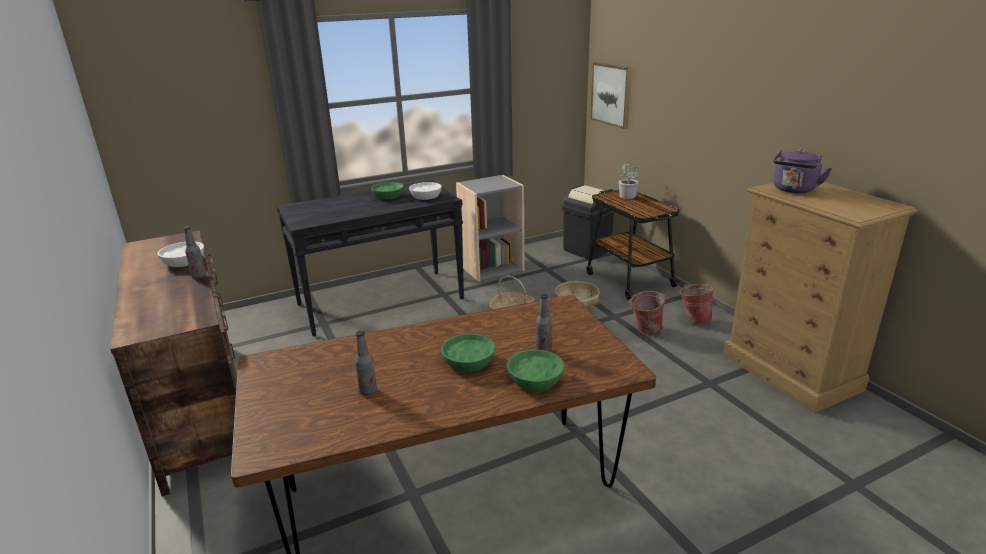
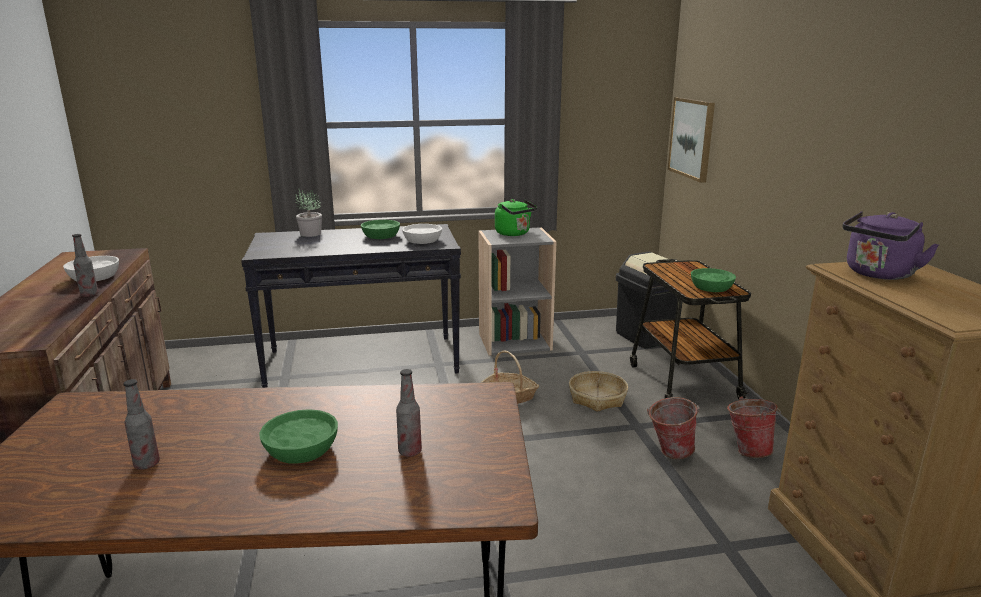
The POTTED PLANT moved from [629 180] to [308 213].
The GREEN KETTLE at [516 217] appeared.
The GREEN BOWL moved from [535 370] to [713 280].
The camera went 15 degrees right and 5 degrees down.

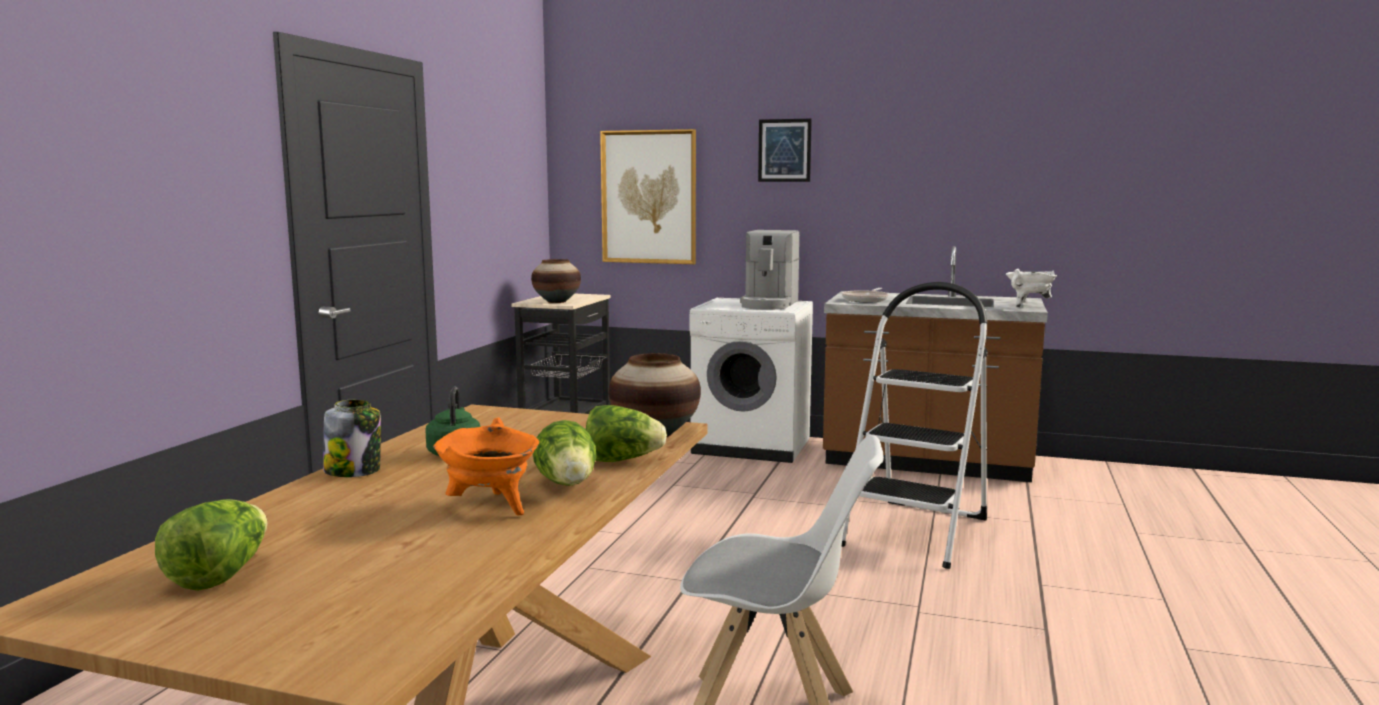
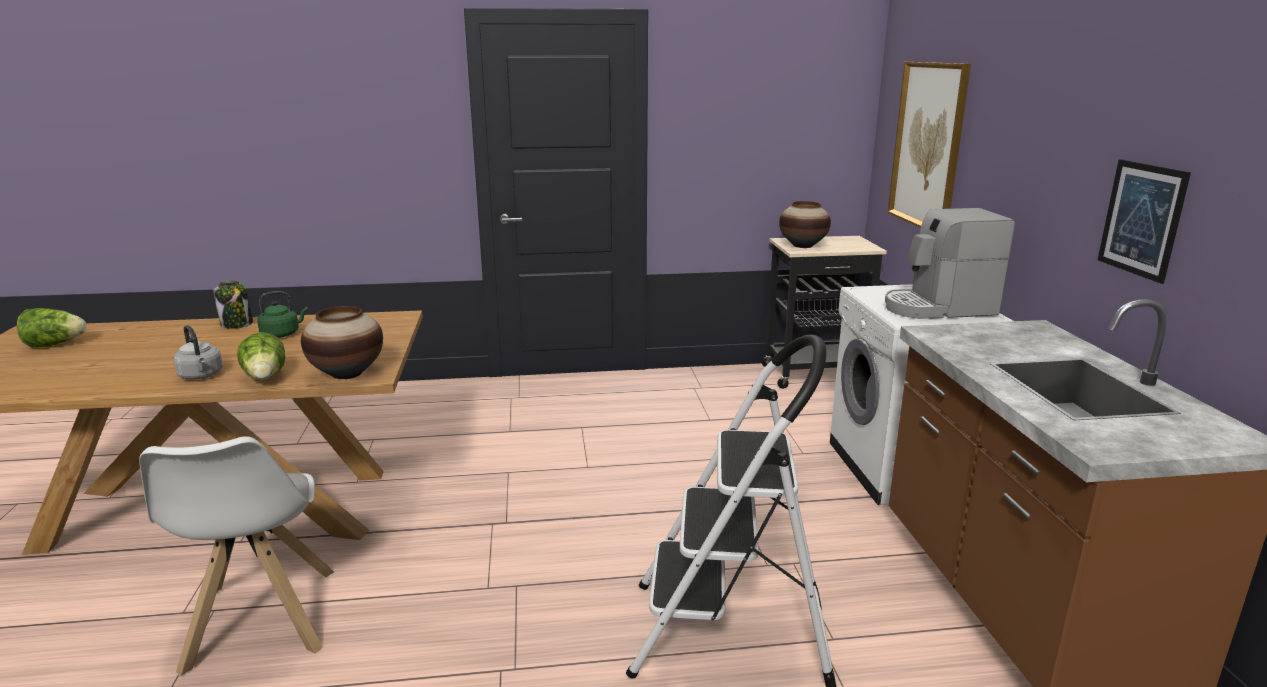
The LETTUCE at [565 453] was replaced by the GREY KETTLE at [198 352].
The PICTURE moved from [785 150] to [1144 221].
The ORANGE COOKING POT at [486 466] disappeared.
The FRYING PAN at [865 295] disappeared.
The WHITE COOKING POT at [1031 288] disappeared.
The camera went 65 degrees right and 10 degrees up.

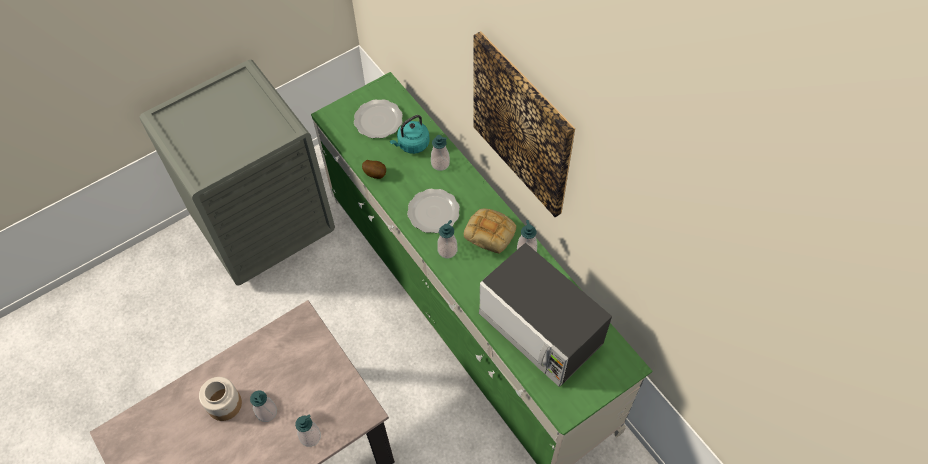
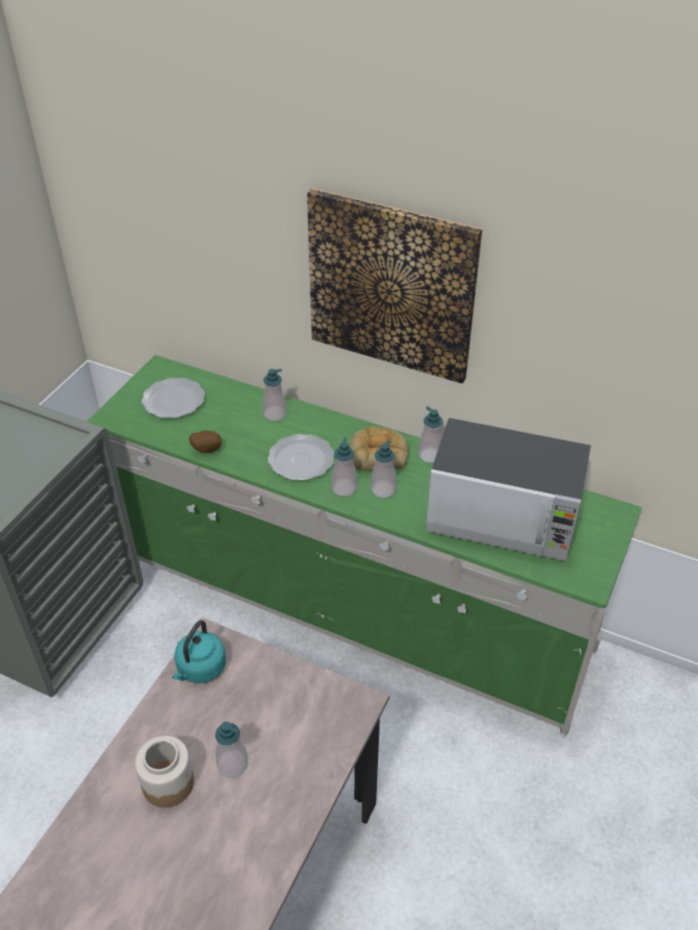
The TURQUOISE KETTLE moved from [410 134] to [199 651].
The SOAP DISPENSER moved from [308 430] to [384 468].
The camera went 30 degrees left and 15 degrees down.

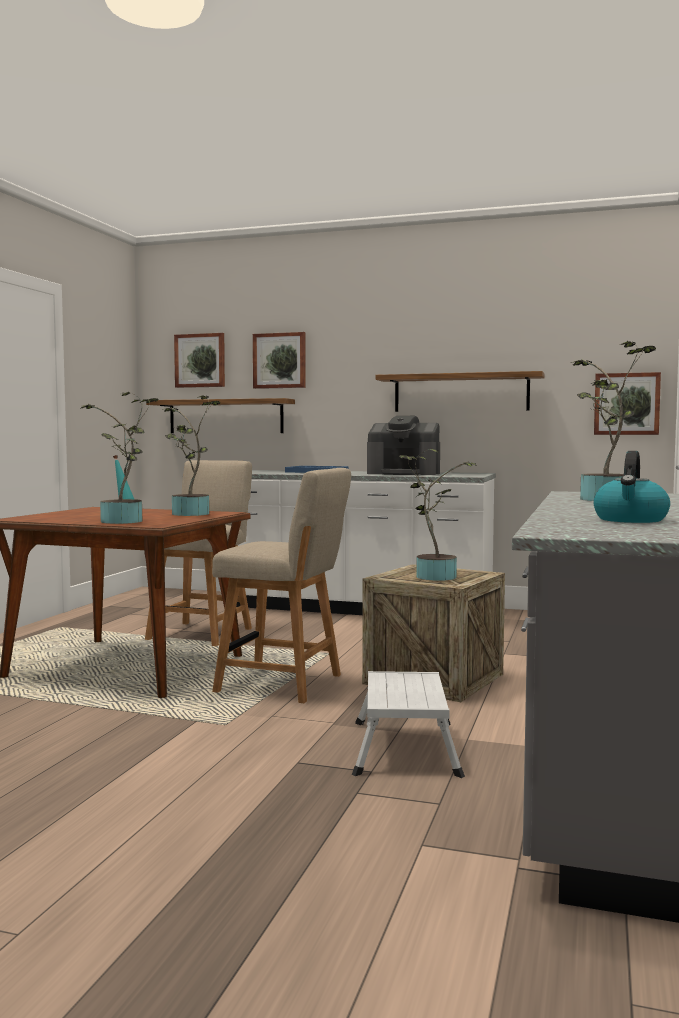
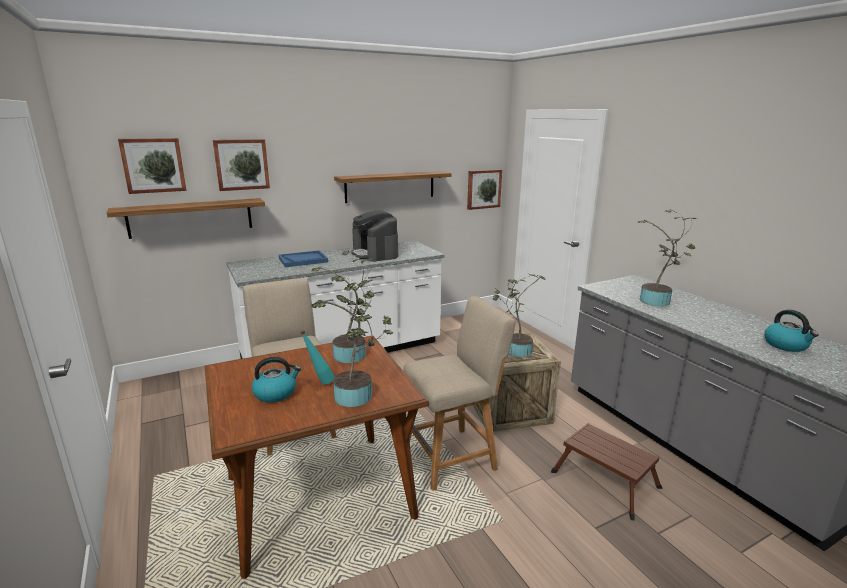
The KETTLE at [276 379] appeared.
The COFFEE MACHINE at [403 445] turned 90 degrees clockwise.
The WHITE STEP LADDER at [408 724] became the BROWN STEP LADDER at [607 471].
The camera went 45 degrees left and 15 degrees up.

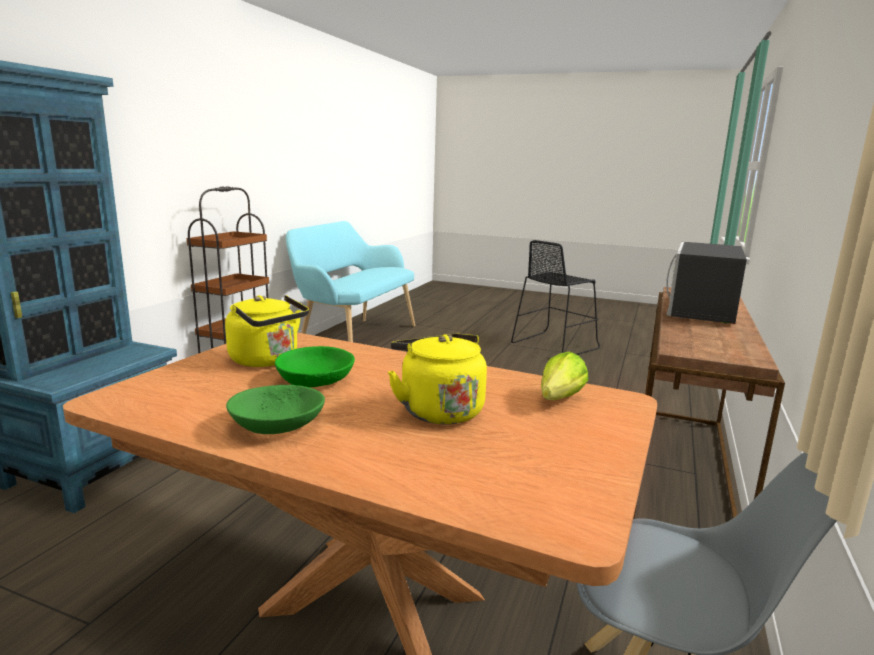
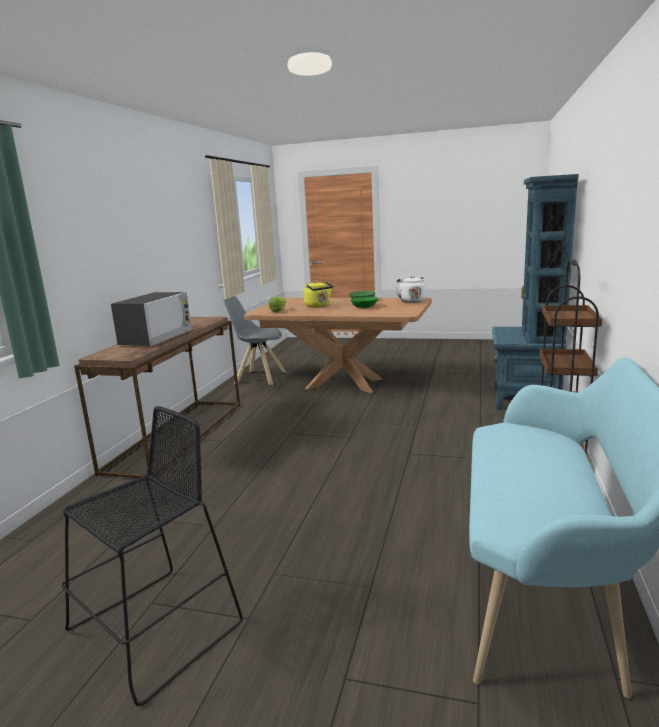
The WHITE KETTLE at [410 289] appeared.
The YELLOW KETTLE at [267 331] disappeared.
The camera went 175 degrees right and 0 degrees up.

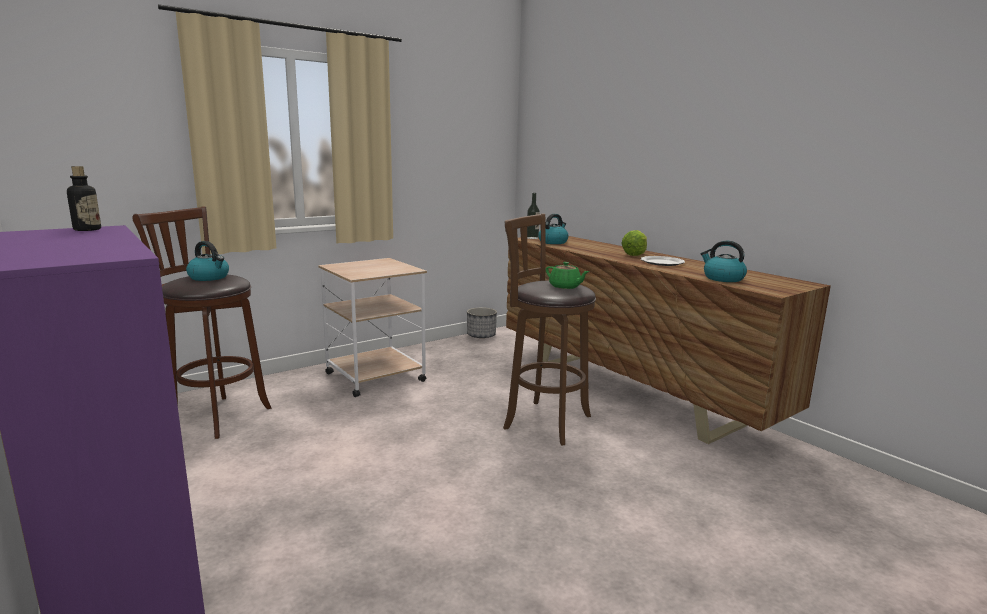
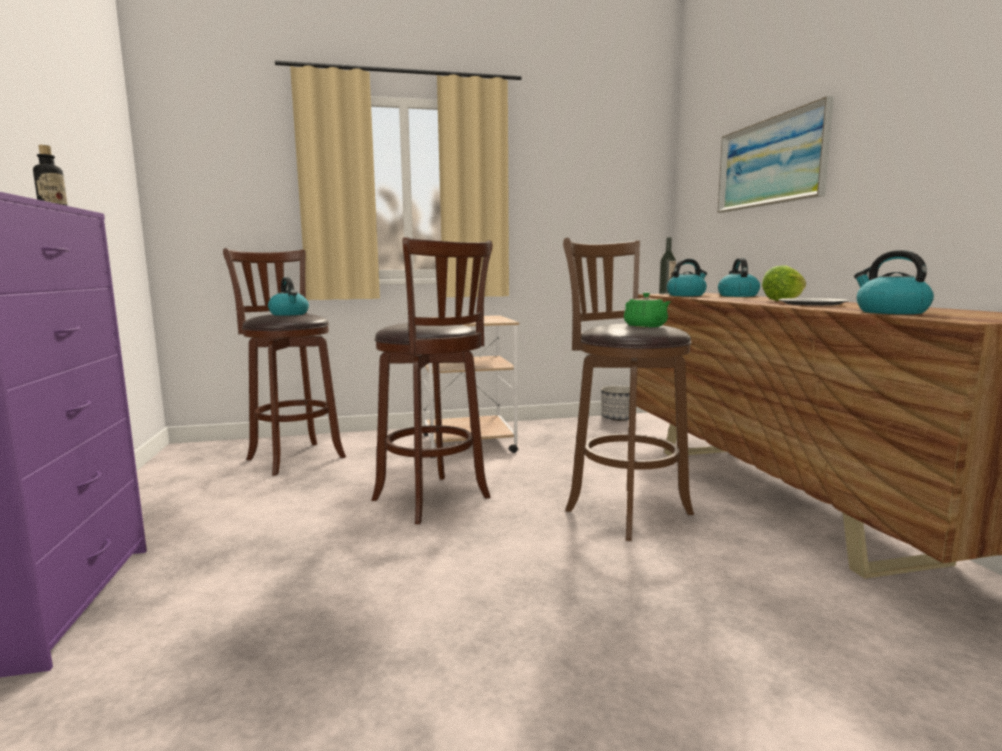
The BROWN STOOL at [432 380] appeared.
The PICTURE at [776 154] appeared.
The KETTLE at [739 277] appeared.
The camera went 25 degrees right and 5 degrees down.

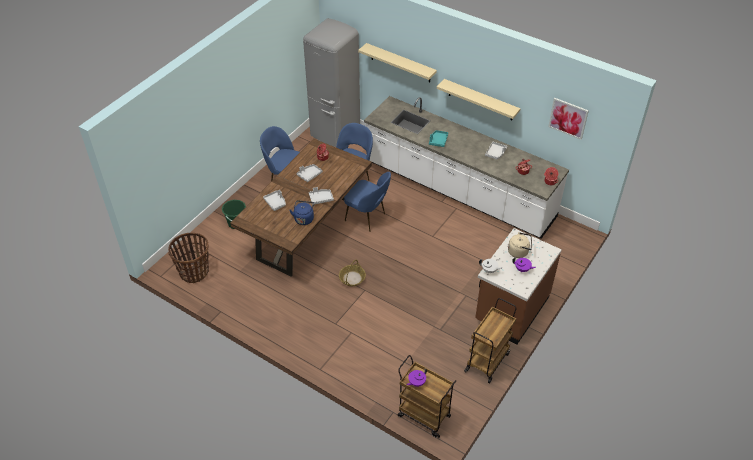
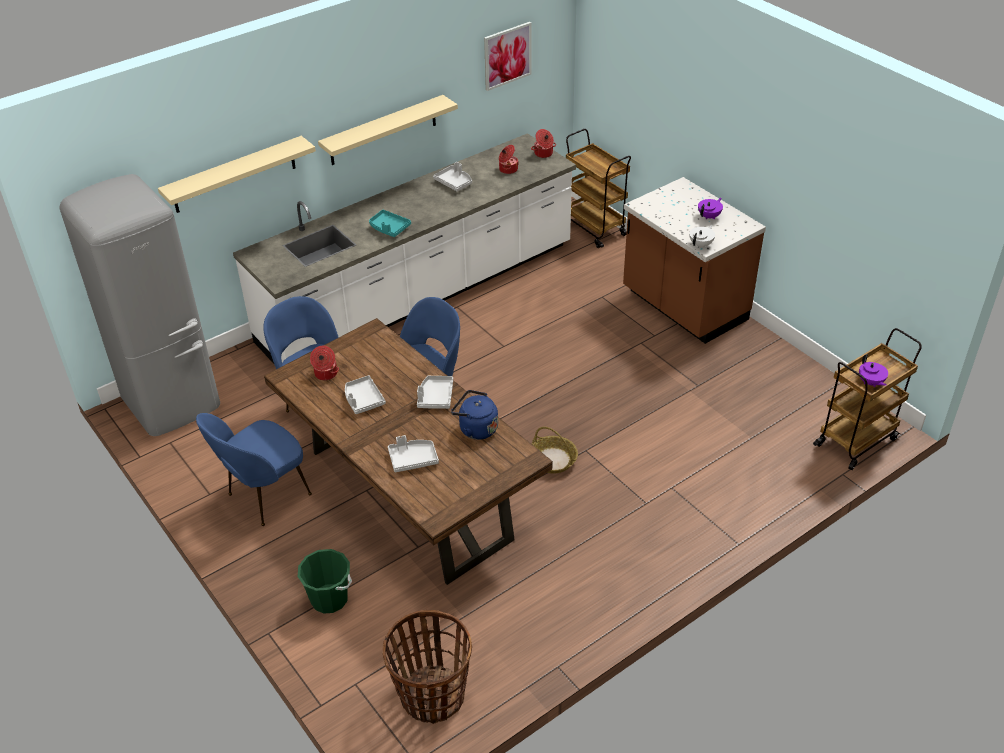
The BROWN CART moved from [490 340] to [598 188].
The BEIGE KETTLE at [520 245] disappeared.
The camera went 70 degrees left and 5 degrees down.

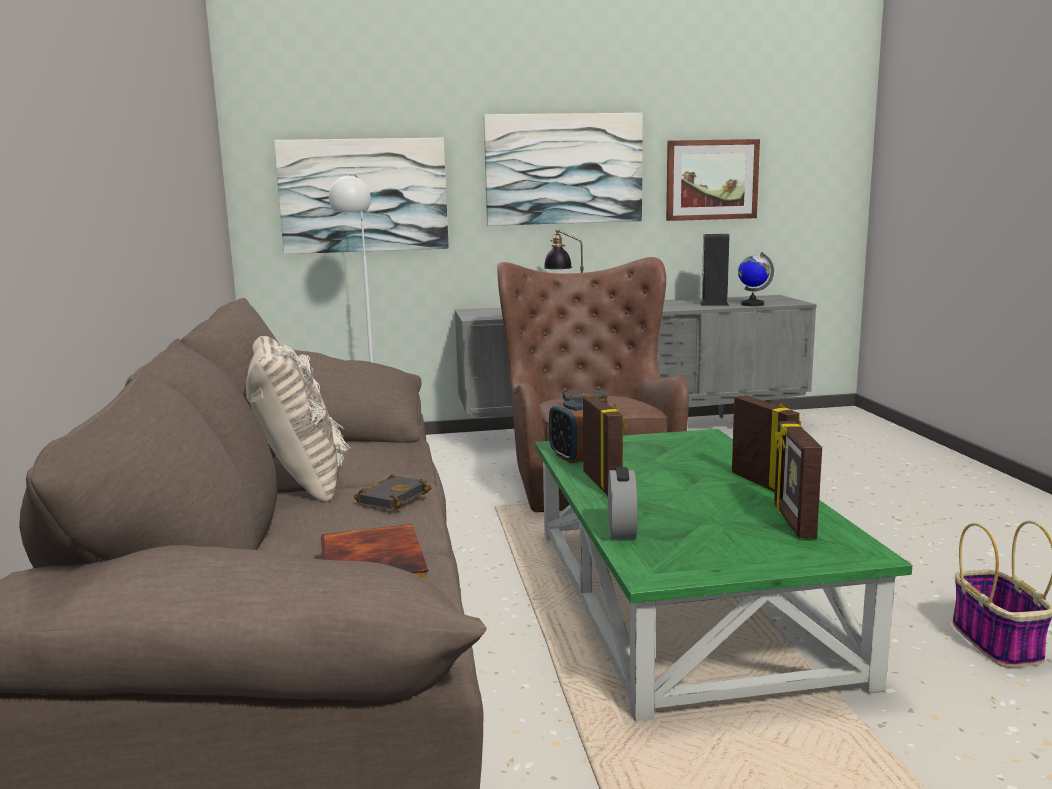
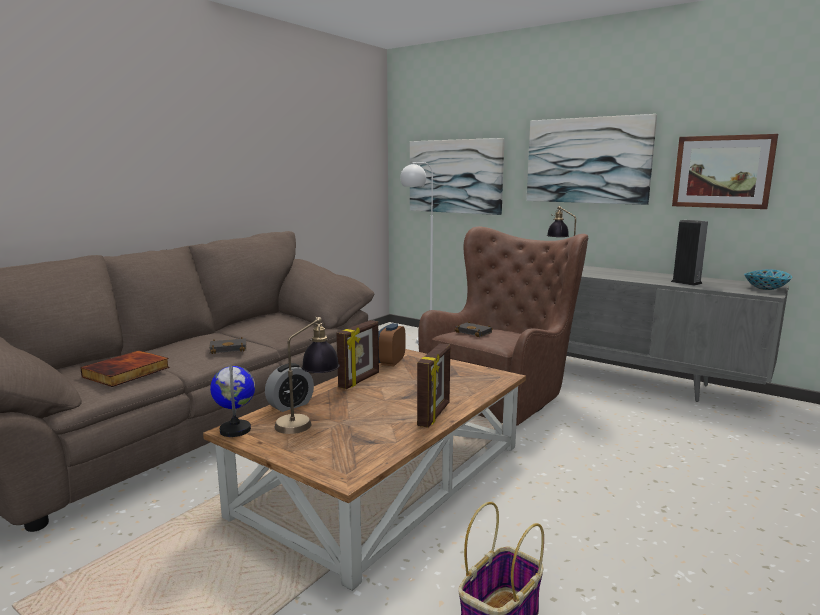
The GREEN COFFEE TABLE at [723 575] became the BROWN COFFEE TABLE at [364 470].
The GLOBE moved from [756 279] to [232 401].
The TABLE LAMP at [307 375] appeared.
The BOWL at [768 279] appeared.
The BEIGE PILLOW at [298 419] disappeared.
The PICTURE FRAME at [798 480] disappeared.
The camera went 45 degrees right and 0 degrees up.

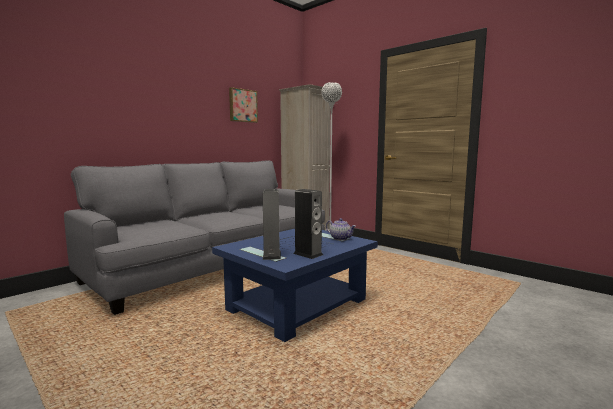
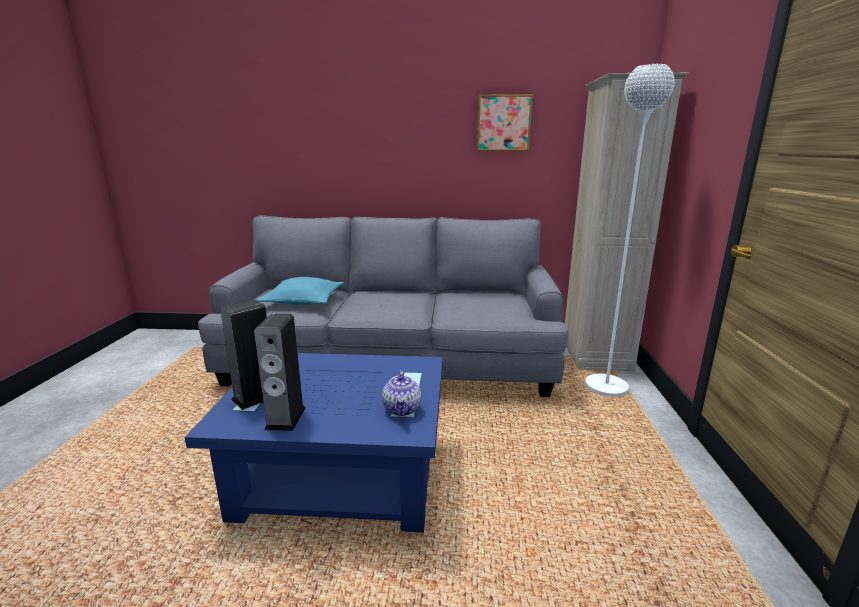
The TURQUOISE PILLOW at [300 291] appeared.
The camera went 50 degrees right and 10 degrees up.

